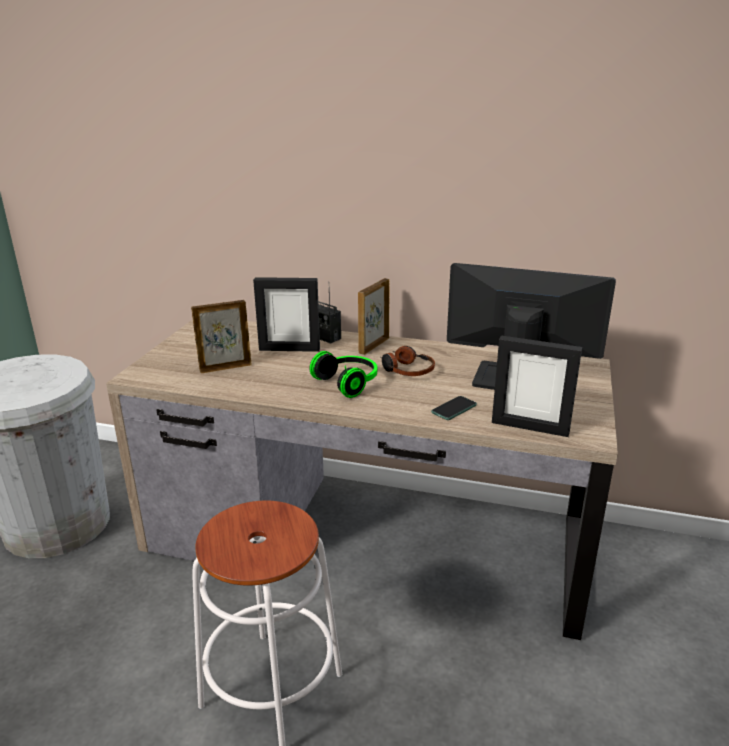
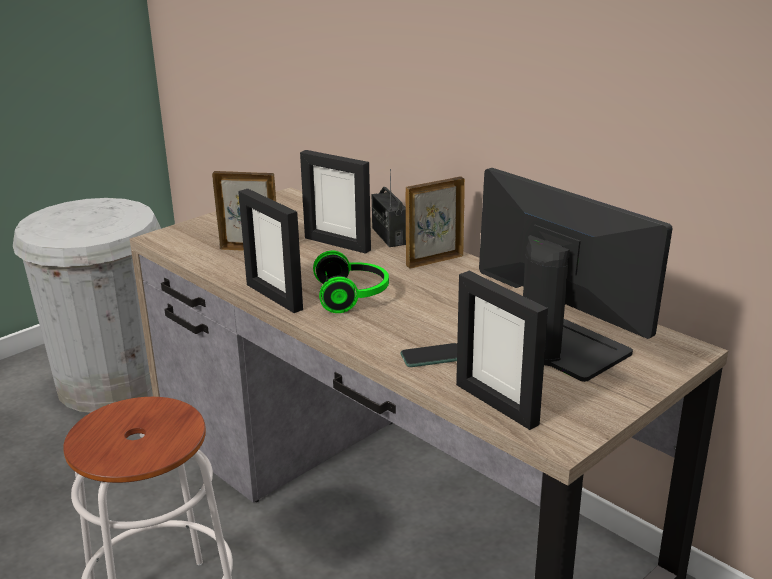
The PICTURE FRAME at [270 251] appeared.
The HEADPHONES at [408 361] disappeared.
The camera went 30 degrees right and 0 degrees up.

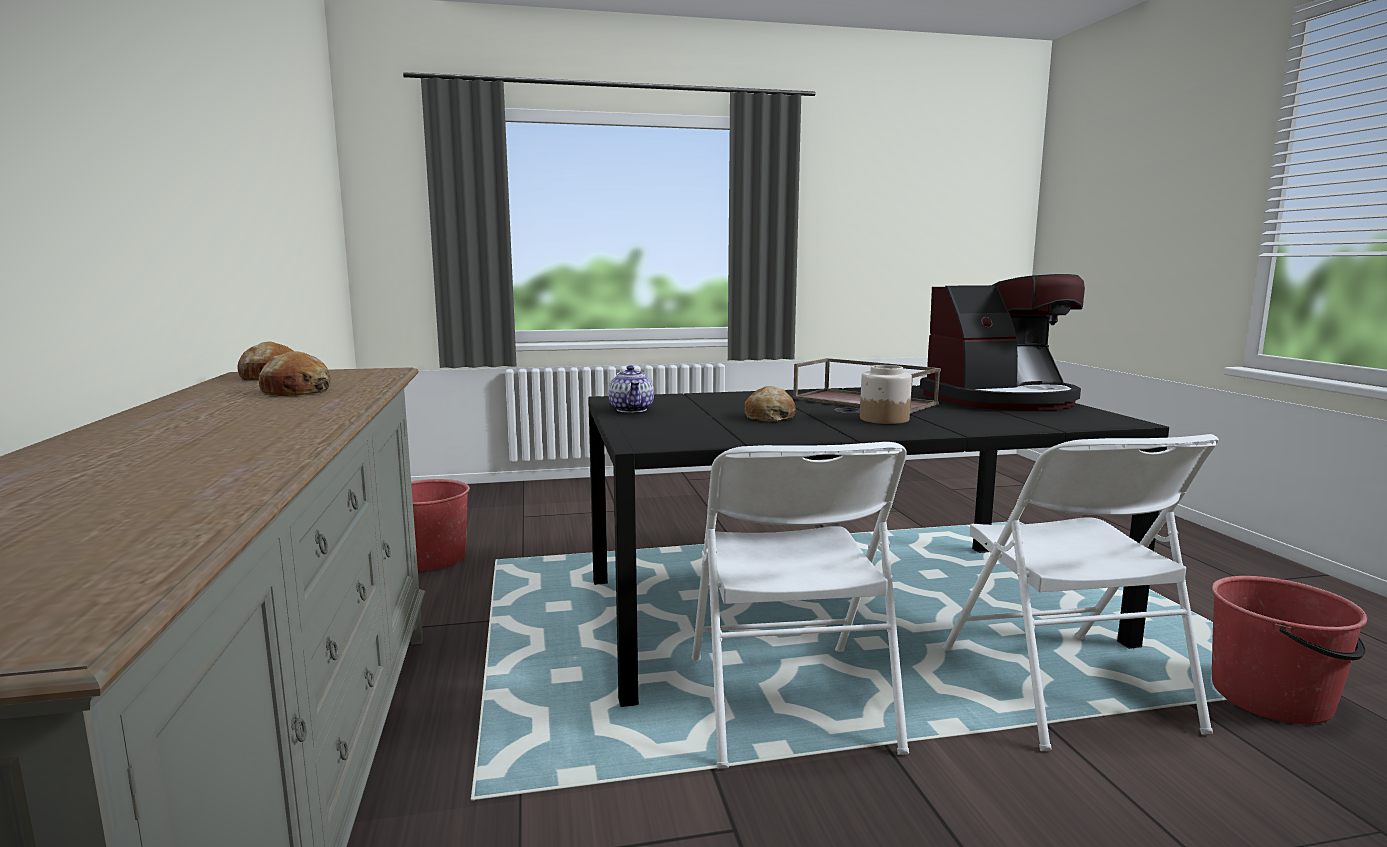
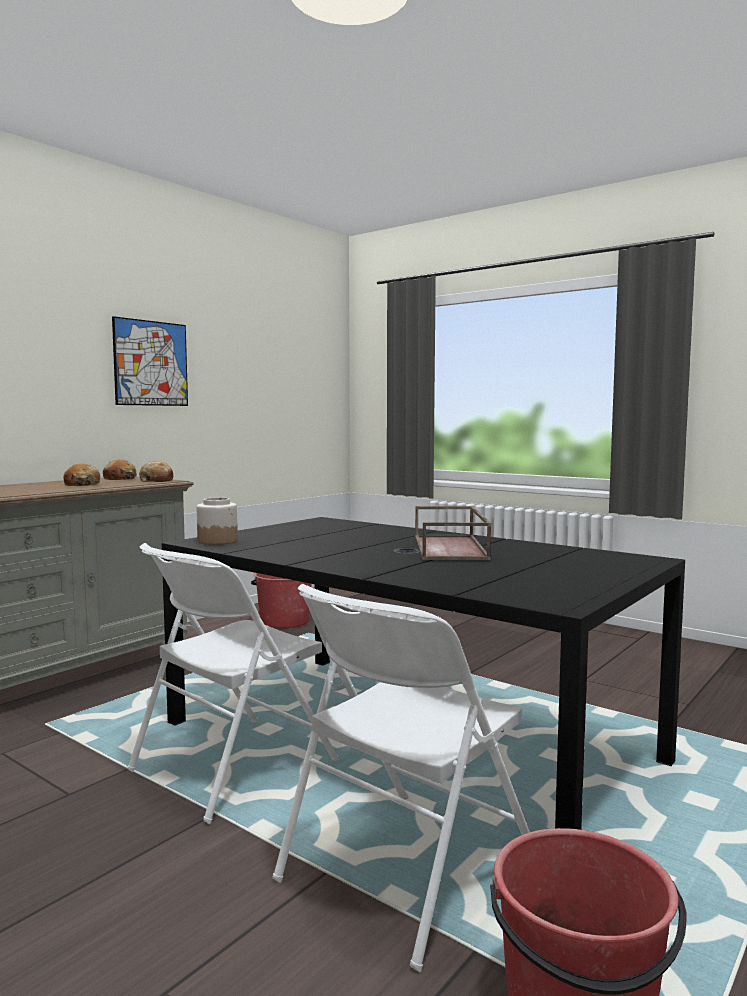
The PICTURE at [150 361] appeared.
The BREAD moved from [770 404] to [156 471].
The JAR moved from [886 394] to [217 521].
The TEAPOT at [631 389] disappeared.
The COFFEE MACHINE at [1002 342] disappeared.
The camera went 50 degrees right and 5 degrees down.

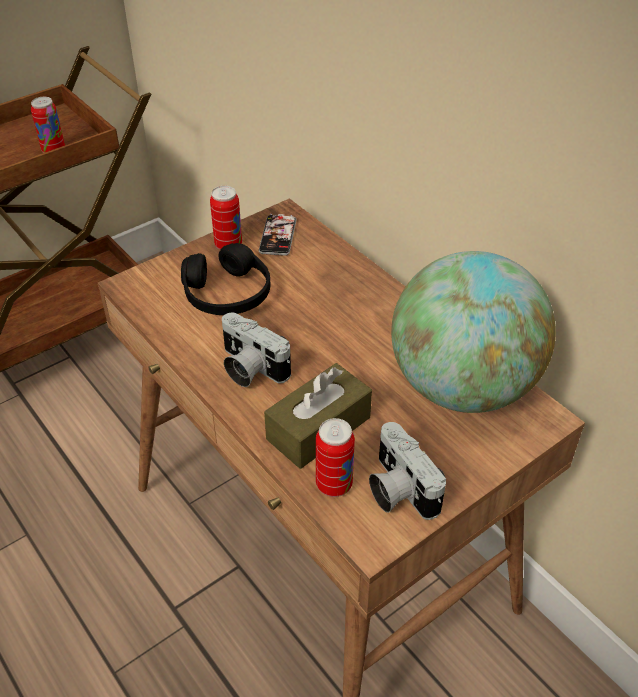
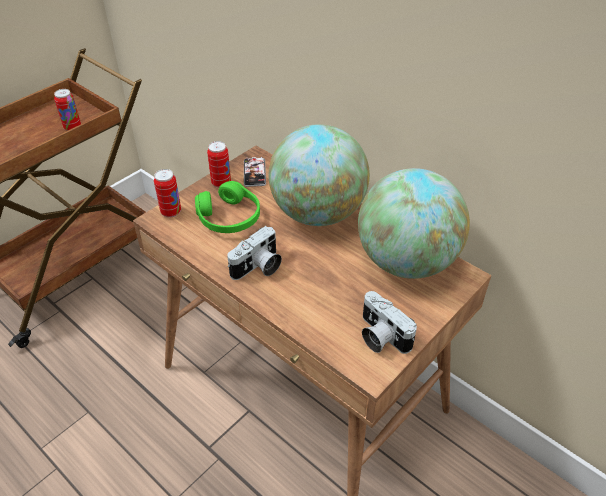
The CAN moved from [335 457] to [167 193].
The BLACK HEADPHONES at [226 279] became the GREEN HEADPHONES at [227 207].
The PHOTO CAMERA at [256 350] turned 75 degrees counterclockwise.
The GLOBE at [319 175] appeared.
The BROWN TISSUE BOX at [318 416] disappeared.
The camera went 10 degrees left and 0 degrees up.

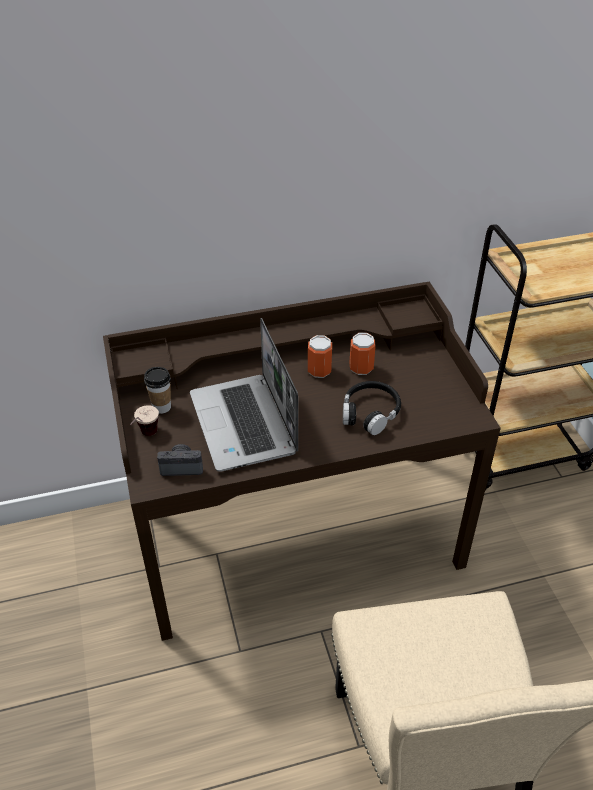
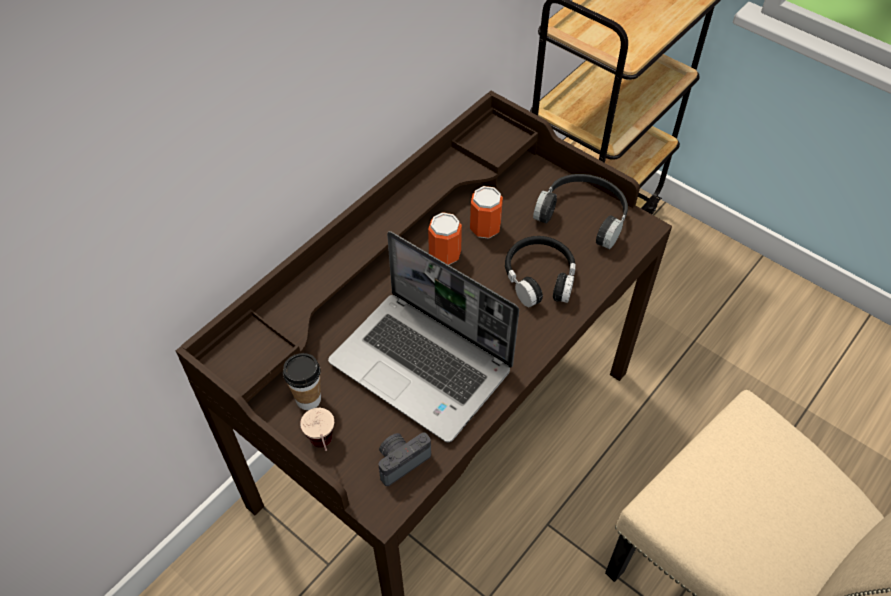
The BLACK HEADPHONES at [580 211] appeared.
The camera went 35 degrees left and 10 degrees up.

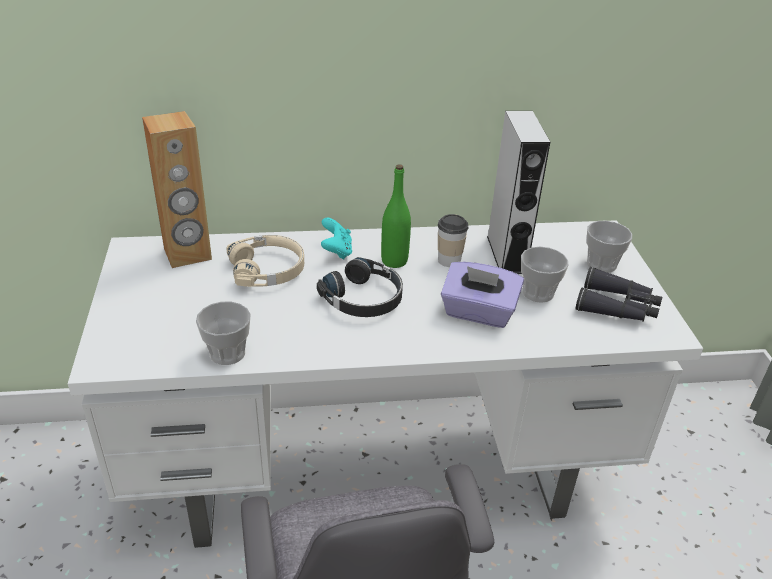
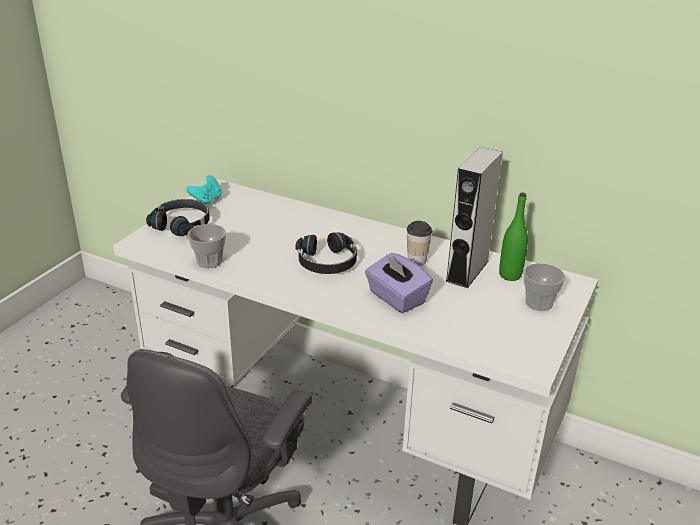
The BLACK HEADPHONES at [178 217] appeared.
The TURQUOISE GAME CONTROLLER moved from [336 239] to [204 189].
The GREEN BOTTLE moved from [396 216] to [513 236].
The BROWN SPEAKER at [177 189] disappeared.
The BEIGE HEADPHONES at [265 261] disappeared.
The CUP at [545 275] disappeared.
The BLACK BINOCULARS at [619 294] disappeared.
The camera went 35 degrees right and 5 degrees down.

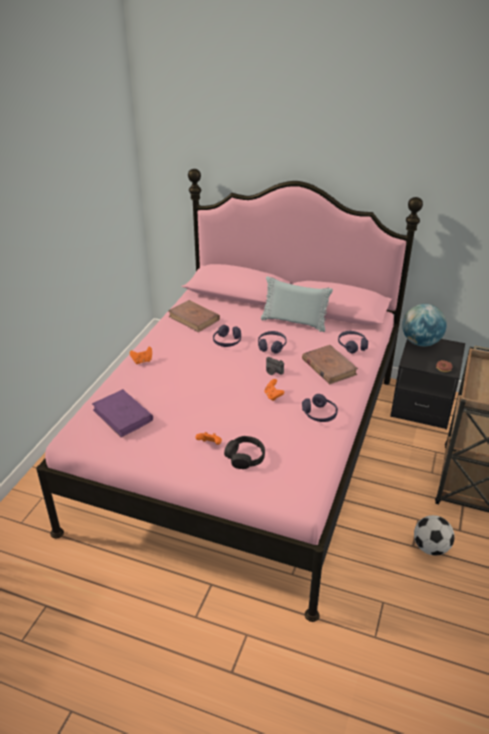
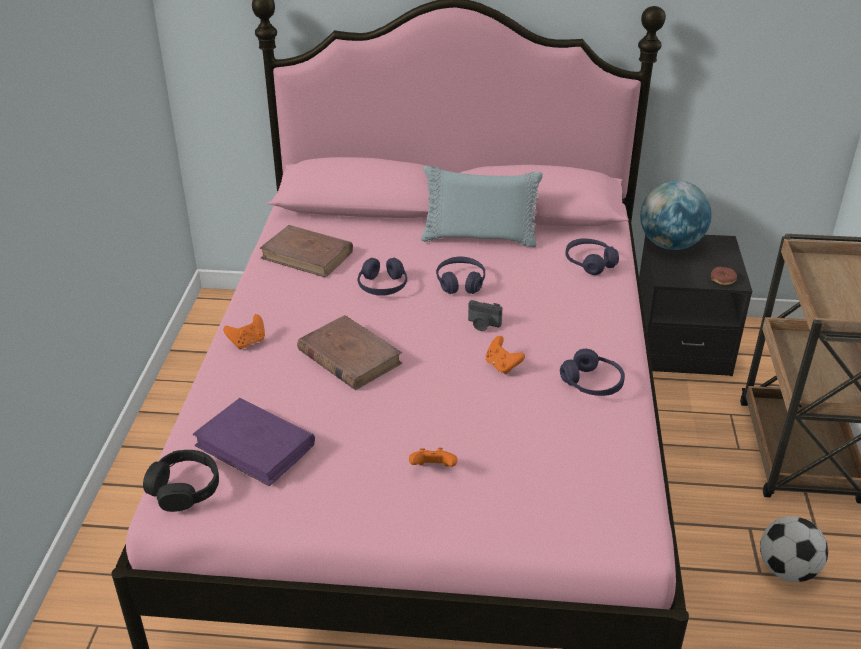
The BLACK HEADPHONES moved from [244 452] to [181 481].
The BROWN BOOK moved from [330 364] to [349 352].
The camera went 15 degrees left and 0 degrees up.

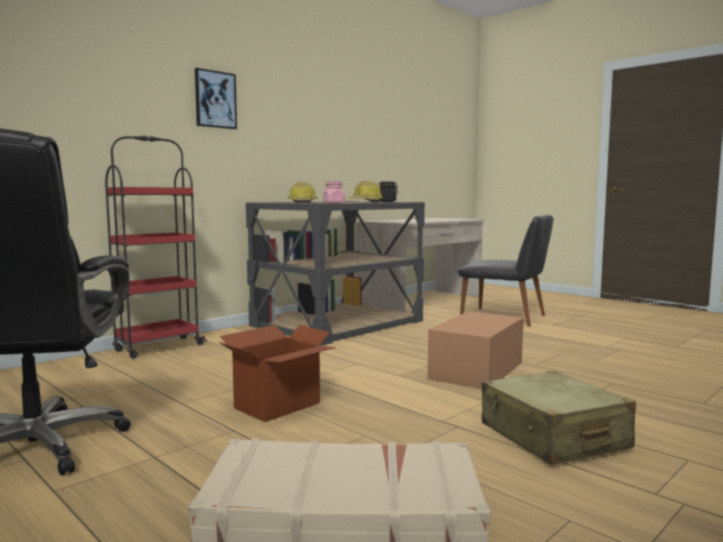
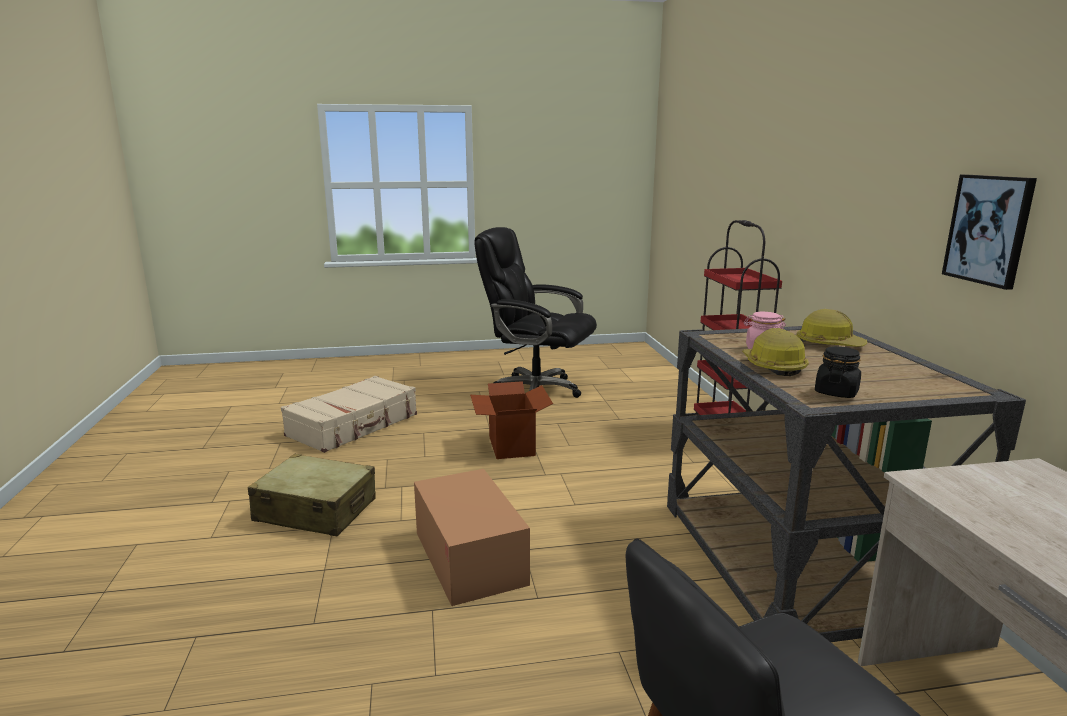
The PICTURE moved from [216 98] to [989 232].
The camera went 125 degrees right and 10 degrees up.

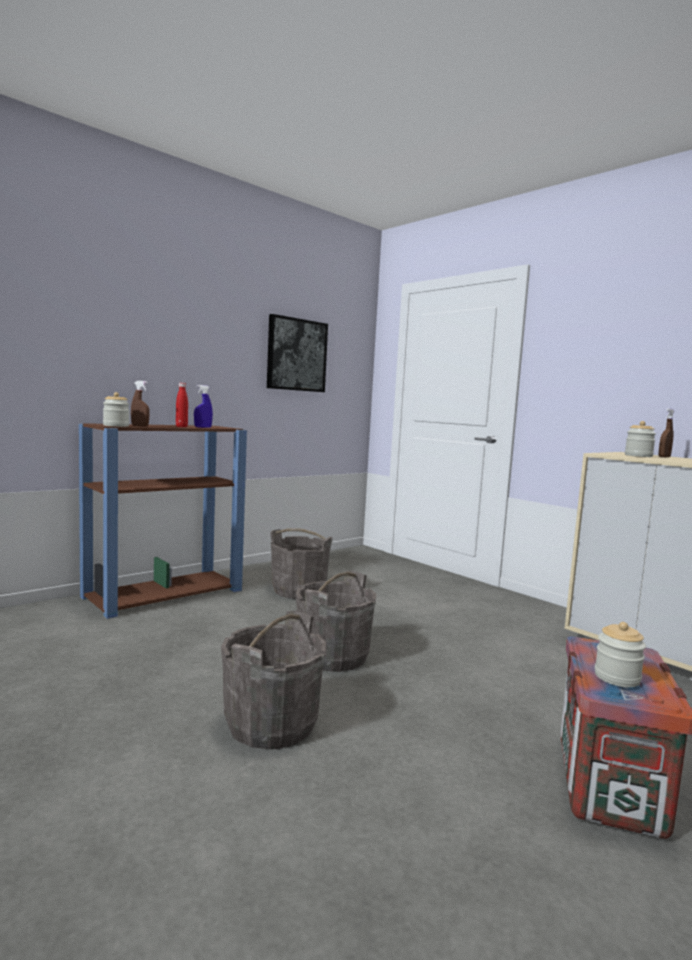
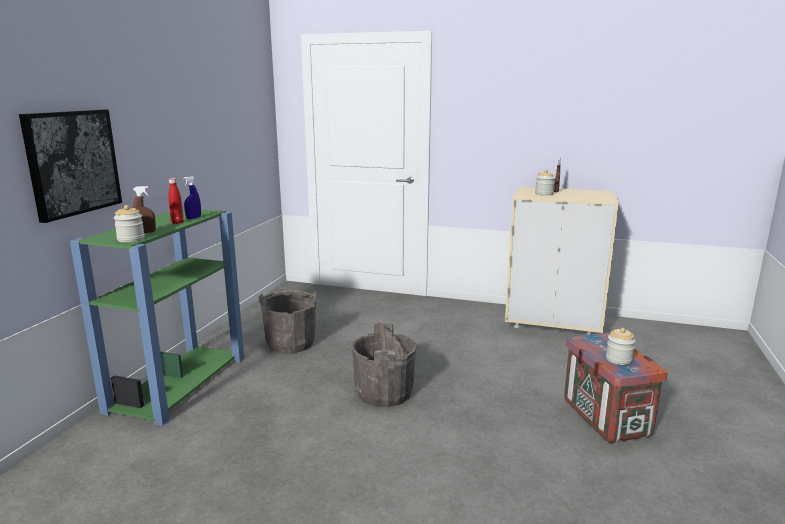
The PICTURE moved from [297 353] to [70 166].
The BROWN BOOKCASE at [163 521] became the GREEN BOOKCASE at [157 317].
The GREY BUCKET at [273 680] disappeared.
The camera went 30 degrees left and 10 degrees up.

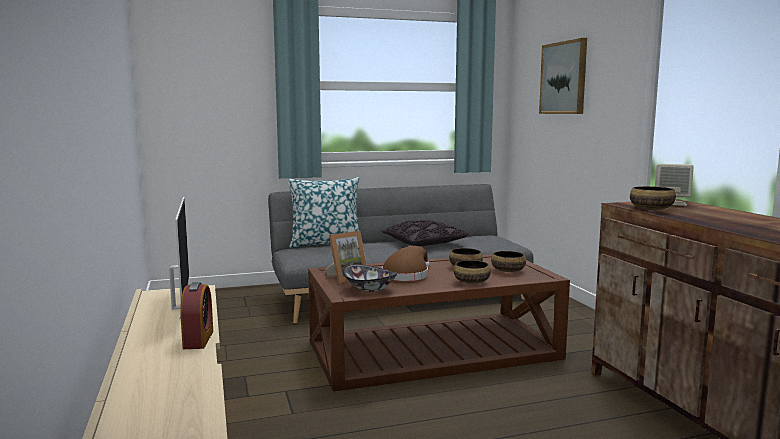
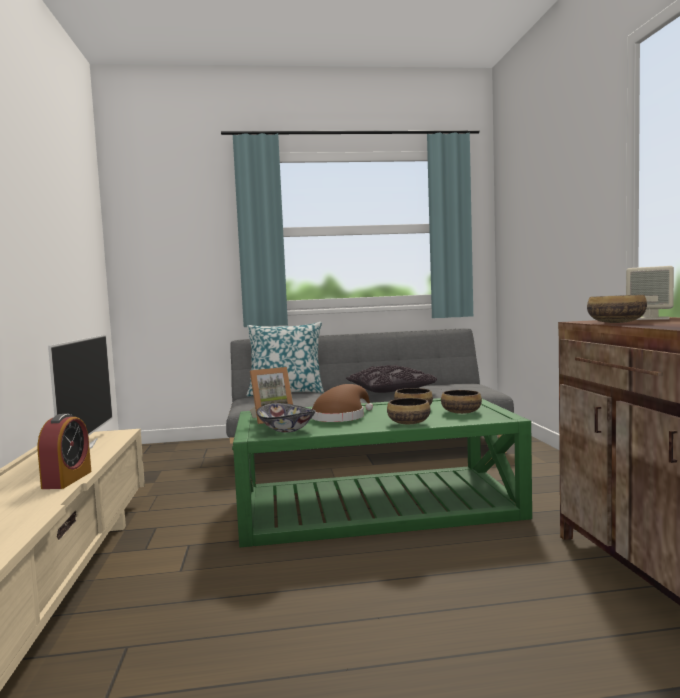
The BROWN COFFEE TABLE at [439 322] became the GREEN COFFEE TABLE at [382 472].
The PICTURE at [563 76] disappeared.
The camera went 10 degrees right and 5 degrees down.

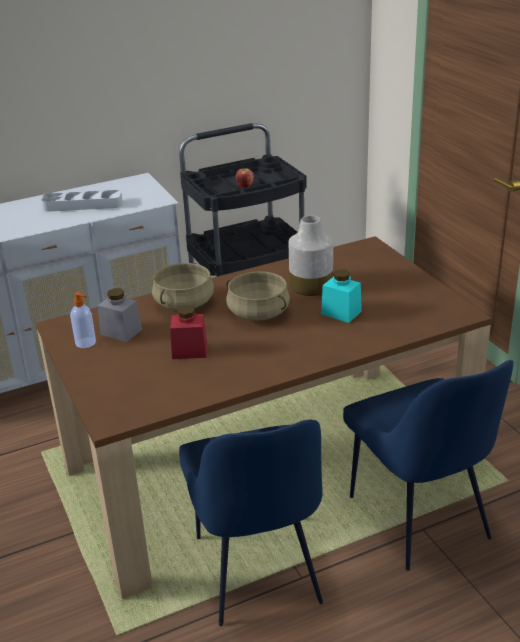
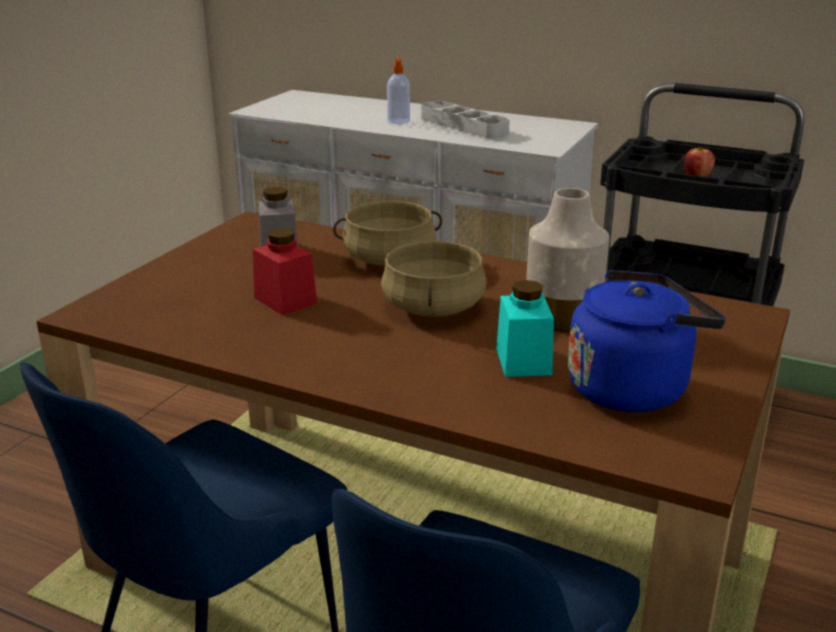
The SOAP DISPENSER moved from [83 320] to [398 91].
The BLUE KETTLE at [647 341] appeared.
The camera went 50 degrees right and 5 degrees down.

